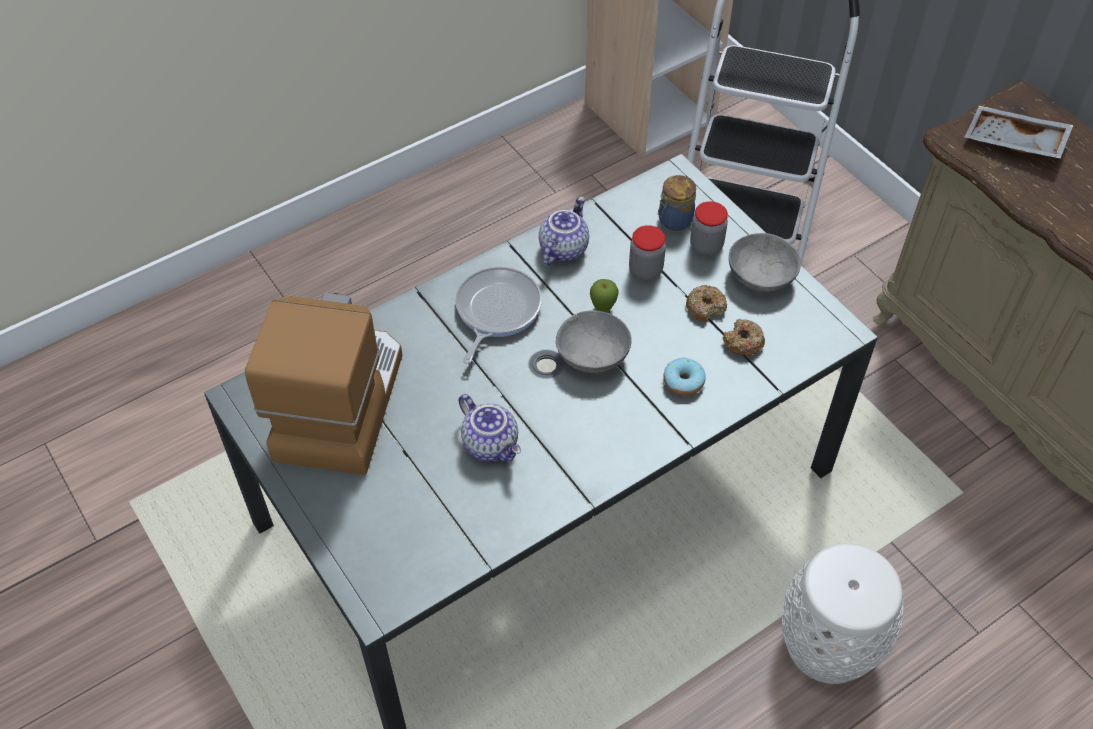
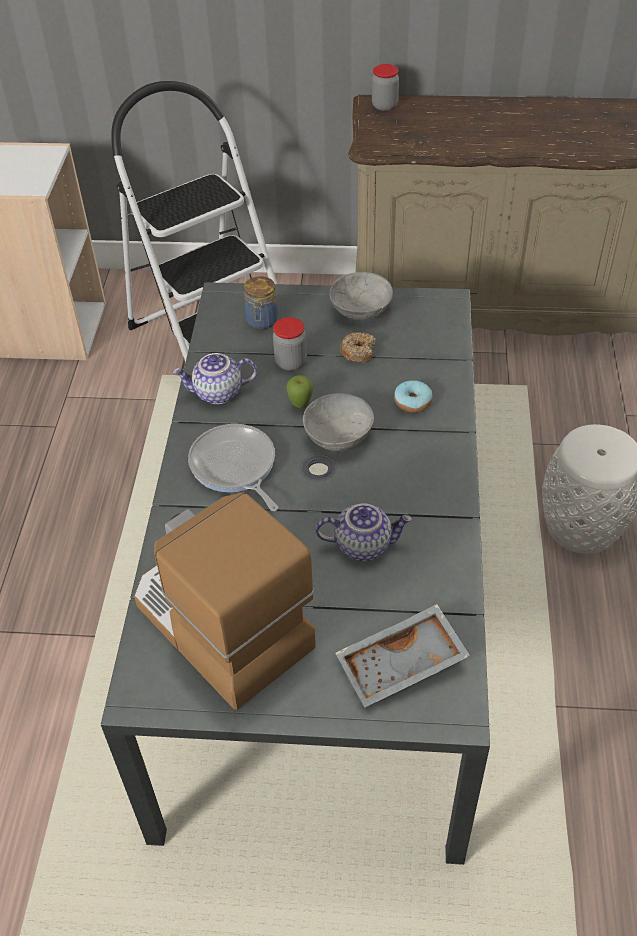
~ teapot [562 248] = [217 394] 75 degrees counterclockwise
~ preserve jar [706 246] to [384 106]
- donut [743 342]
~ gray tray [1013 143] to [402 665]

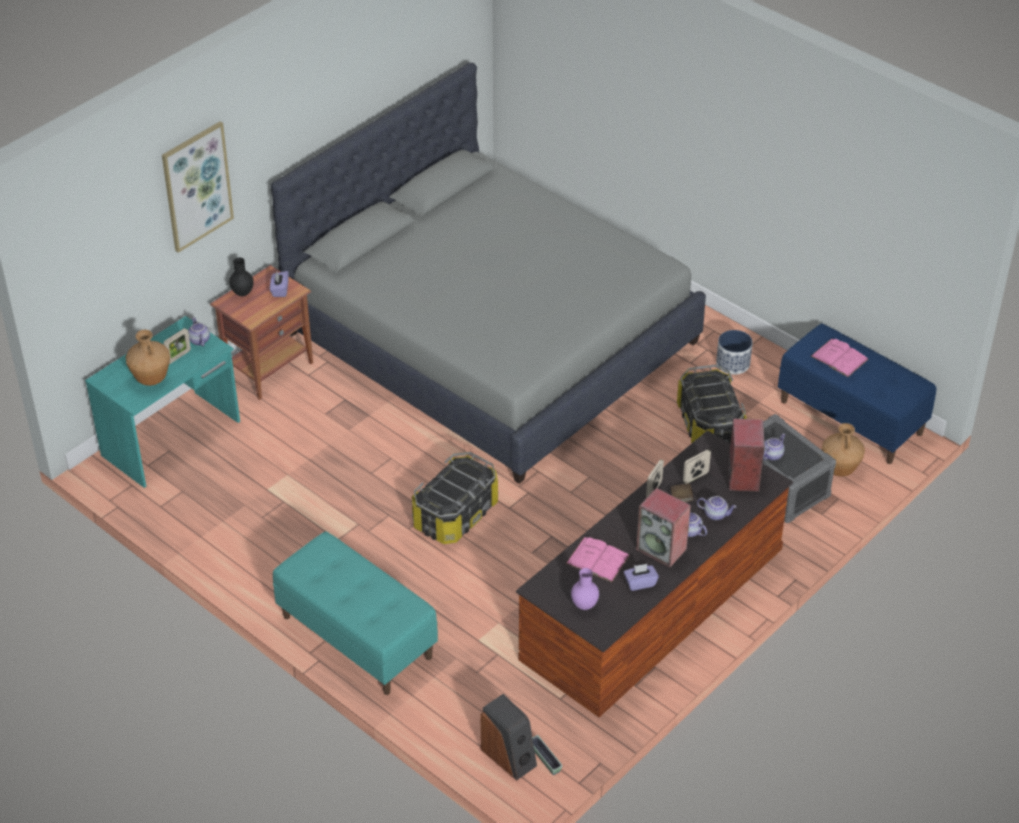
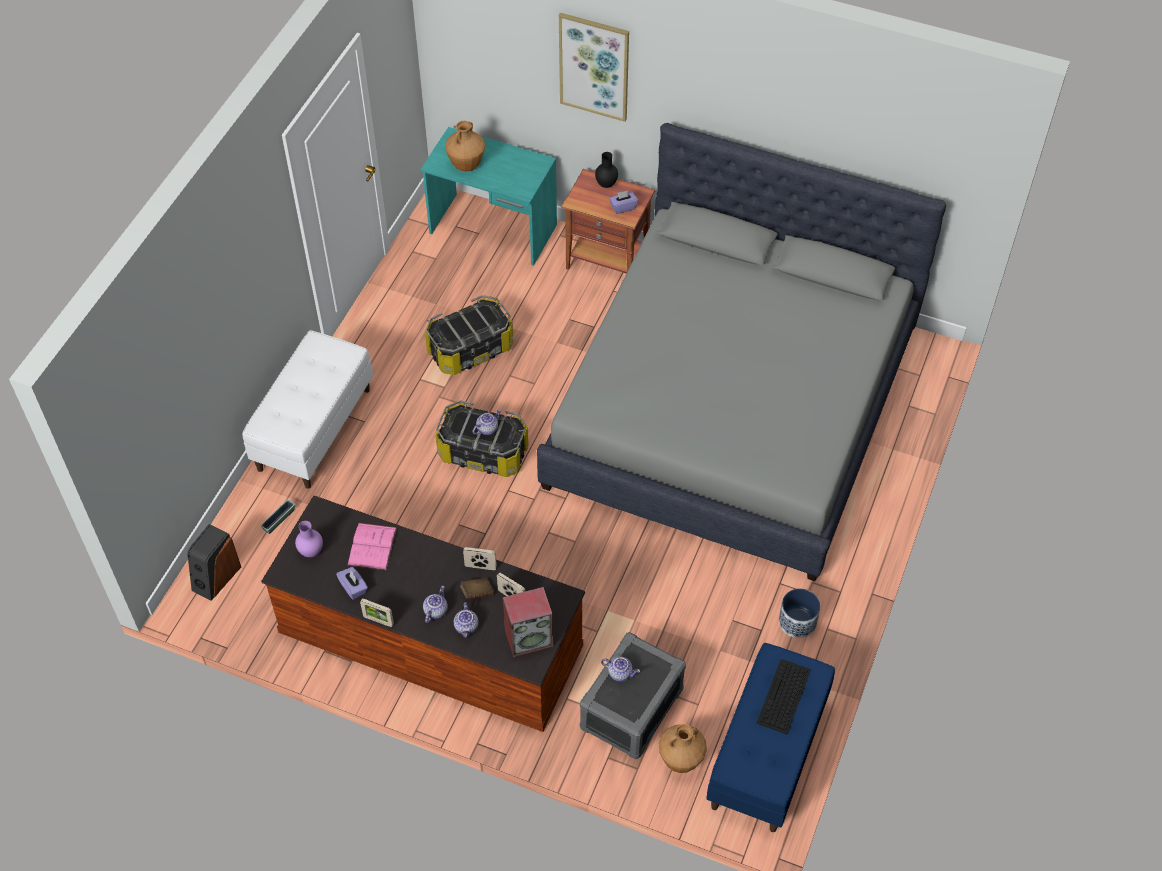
~ standing frame [178 356] to [378 621]
~ teapot [199 340] to [487 428]
~ turquoise-coloured bench [356 637] to whitish bench [314 428]
~ planter [545 759] to [279 520]
- loudspeaker [662 549]
~ storage container [710 425] to [470 350]
~ pink-coloured volume [839 358] to computer keyboard [784 697]

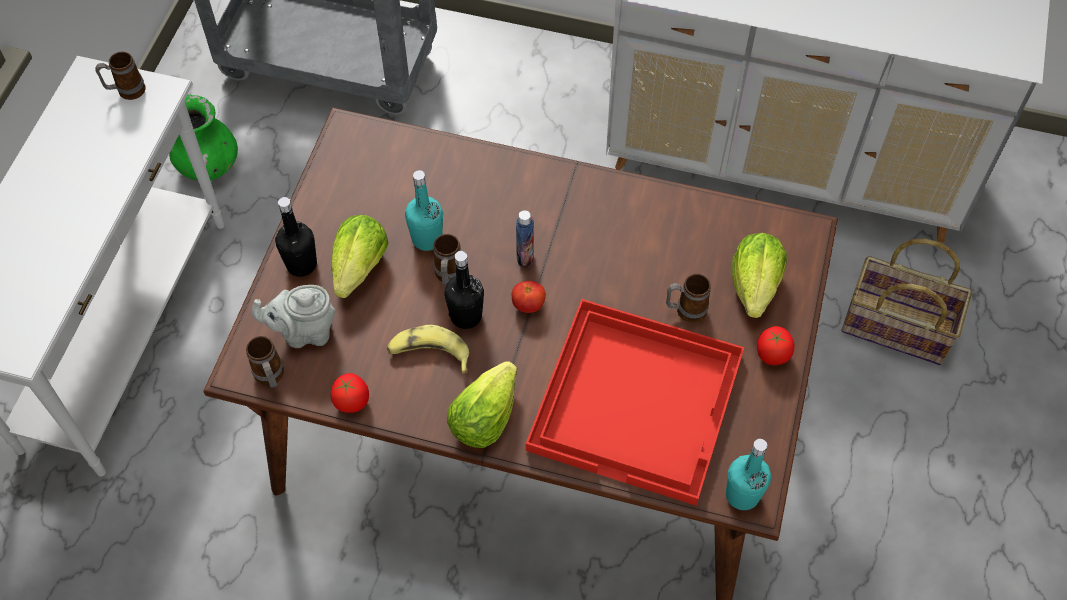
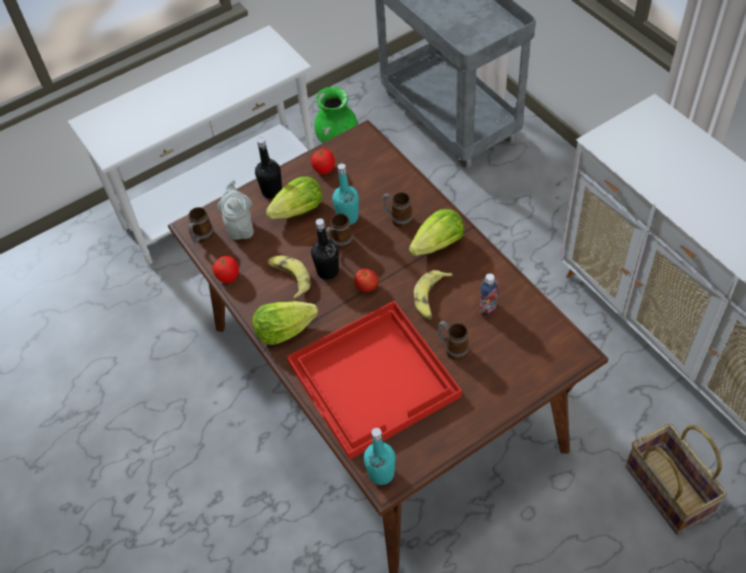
~ tea mug [126 91] to [398 219]
~ gray teapot [304 332] = [240 226] 45 degrees clockwise
~ bottle [525 256] to [487 309]
~ lettuce head [755 285] to [438 245]
~ tomato [772 354] to [324 169]
+ banana [431 298]

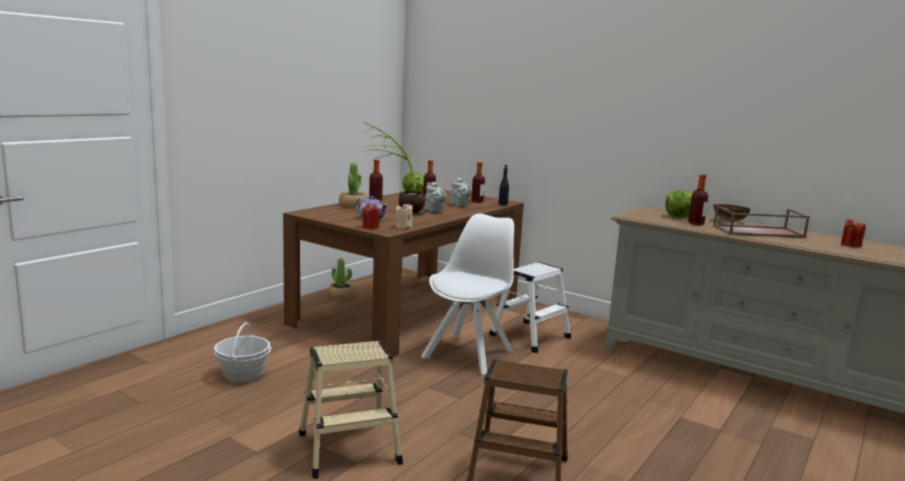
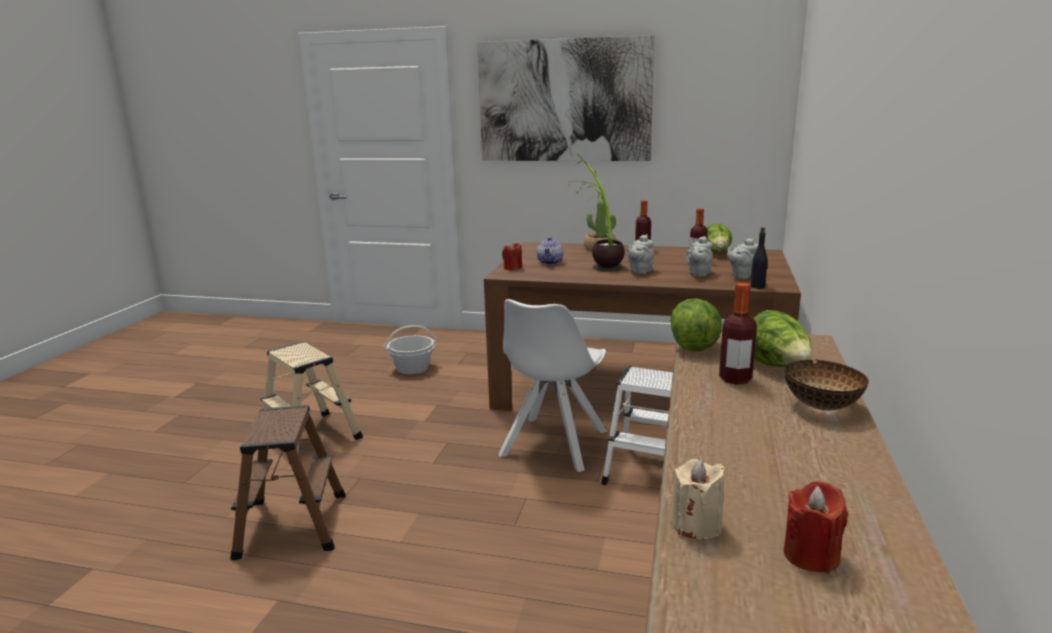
- plant in a pot [341 295]
~ beige-coloured wax light [404 227] to [696 525]
~ whitish plain chair [469 353] = [552 444] 105 degrees clockwise
~ bottle [477 201] to gray teapot [742 276]
- brown-coloured tray [758 231]
+ wall picture [564 101]
+ lettuce head [693 345]

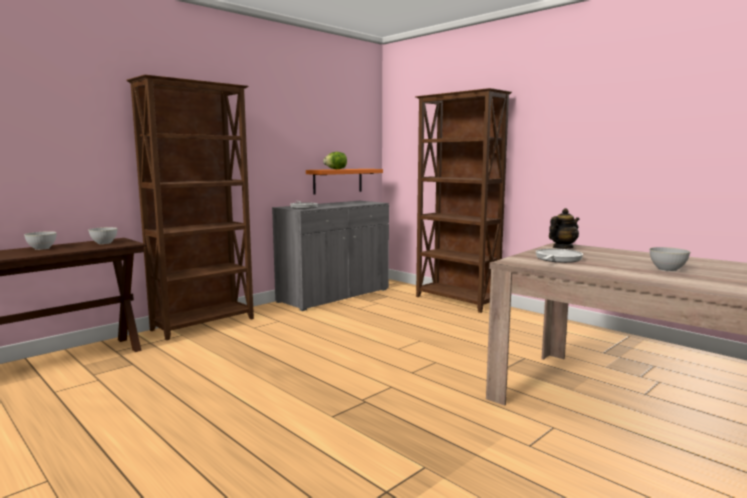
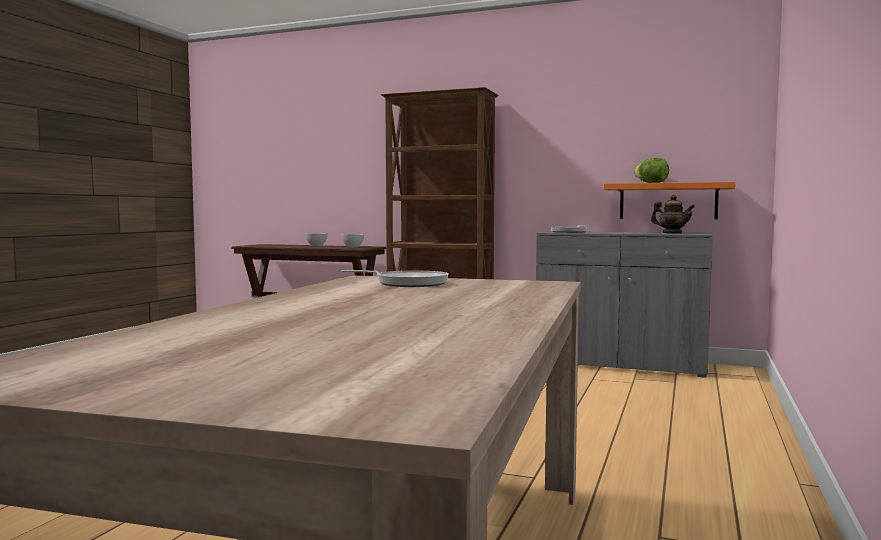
- brown-coloured shelving unit [456 301]
~ teapot [562 248] to [672 233]
- gray serving bowl [667 269]

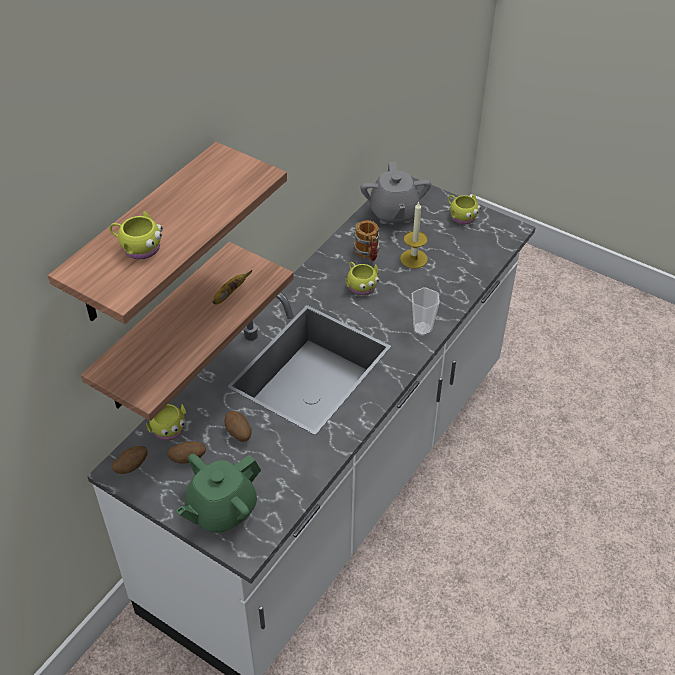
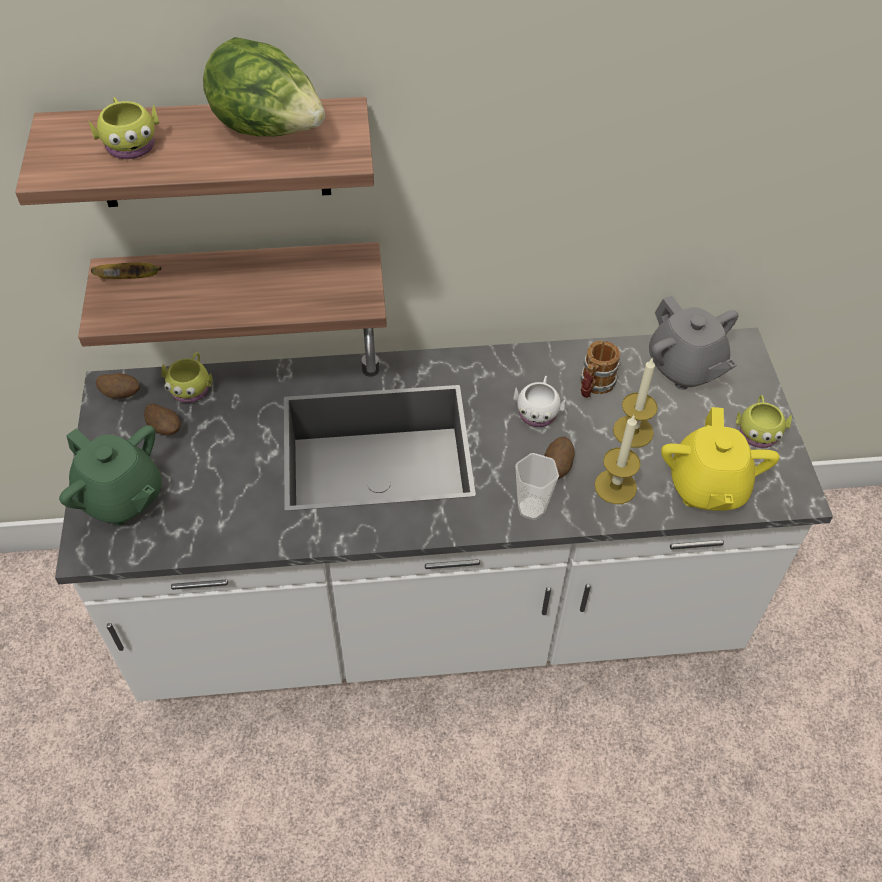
~ greenish teapot [221 510] = [122 497] 150 degrees counterclockwise
~ banana [229 295] to [131 279]
~ potato [238 433] to [557 467]
~ yellowish tea mug [360 285] to whitish tea mug [538 410]
~ gray teapot [394 213] = [684 368] 75 degrees counterclockwise
+ lettuce head [269 130]
+ wax light [615 486]
+ yellowish teapot [707 487]

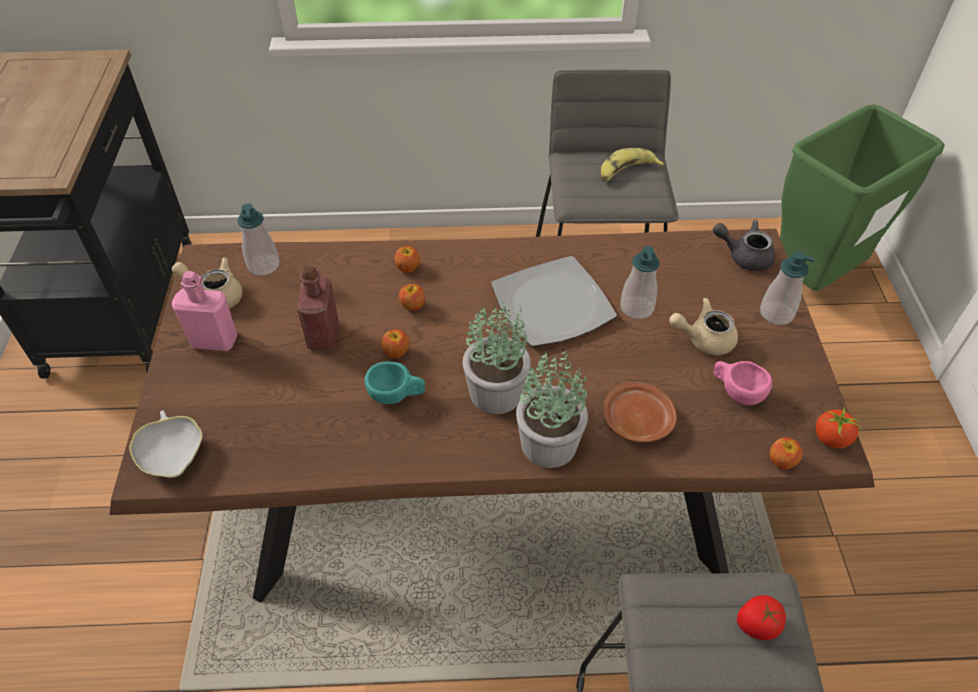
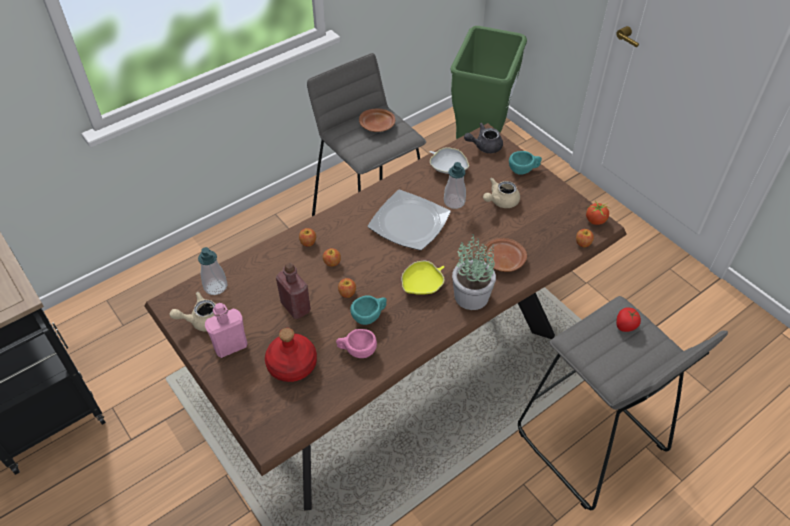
~ whitish serving bowl [172 455] to [448 168]
~ plant in a pot [497 393] to yellowish serving bowl [422 285]
~ banana [626 172] to brown-coloured dinner plate [377 126]
~ pink-coloured small cup [736 392] to [356 351]
~ liquid soap bottle [776 313] to turquoise-coloured small cup [524 170]
+ red bottle [292 365]

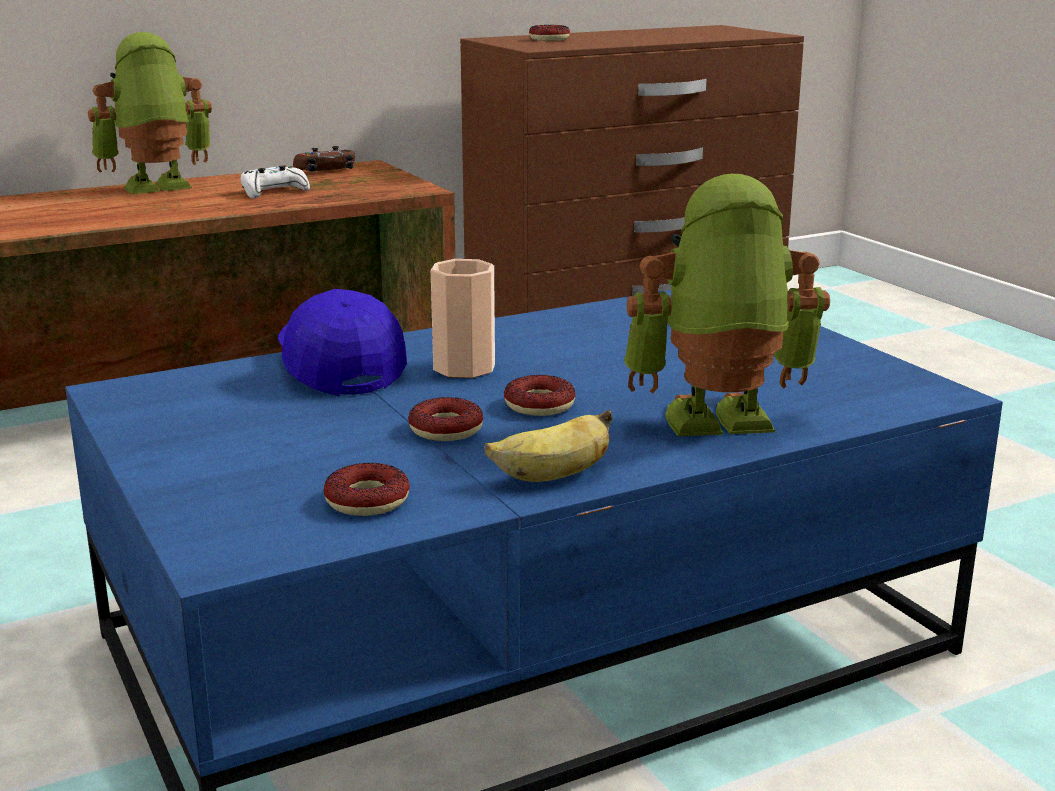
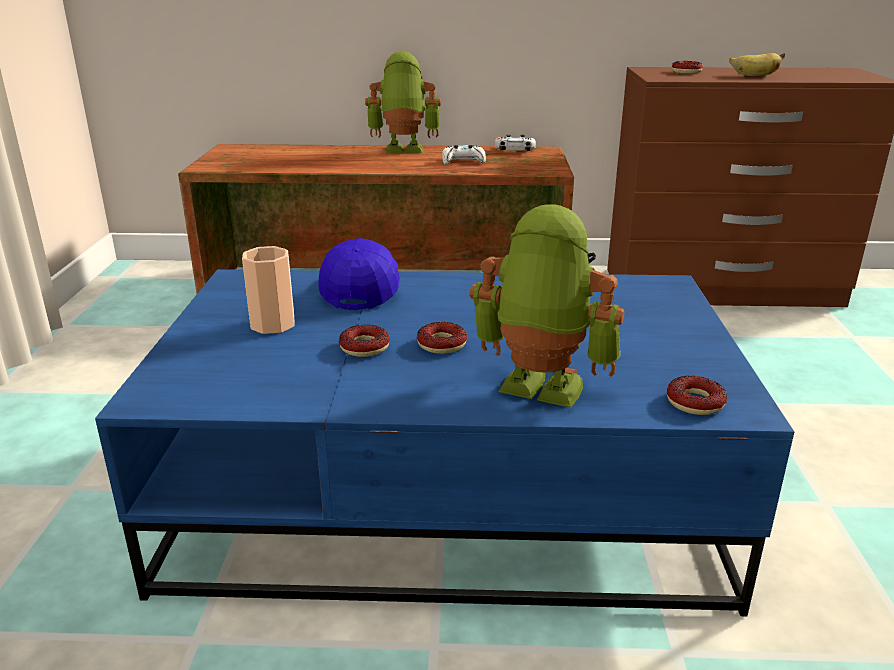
~ brown-coloured joypad [326 170] to whitish joypad [514 150]
~ donut [367 500] to [695 402]
~ small cup [464 368] to [273 324]
~ banana [552 477] to [754 76]

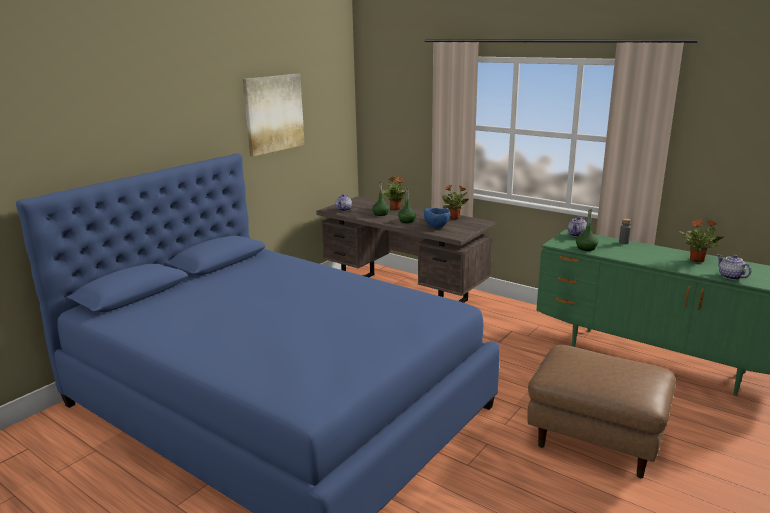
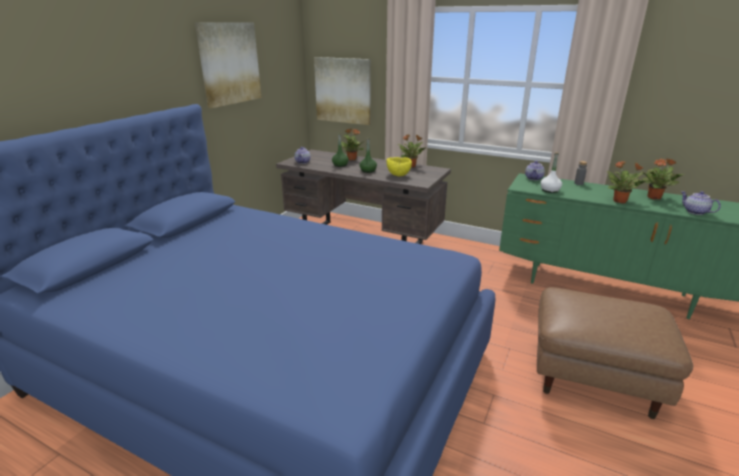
~ blue serving bowl [436 226] to yellowish serving bowl [398 175]
~ greenish bottle [586 248] to whitish bottle [549 190]
+ wall picture [343 90]
+ plant in a pot [620 201]

